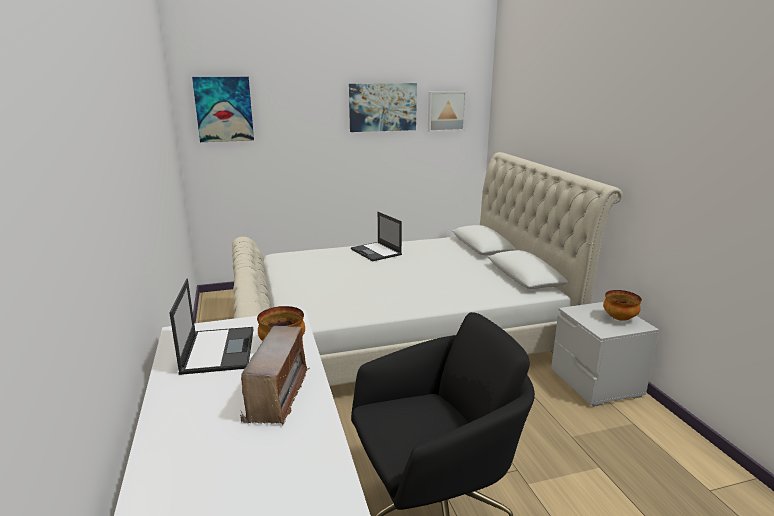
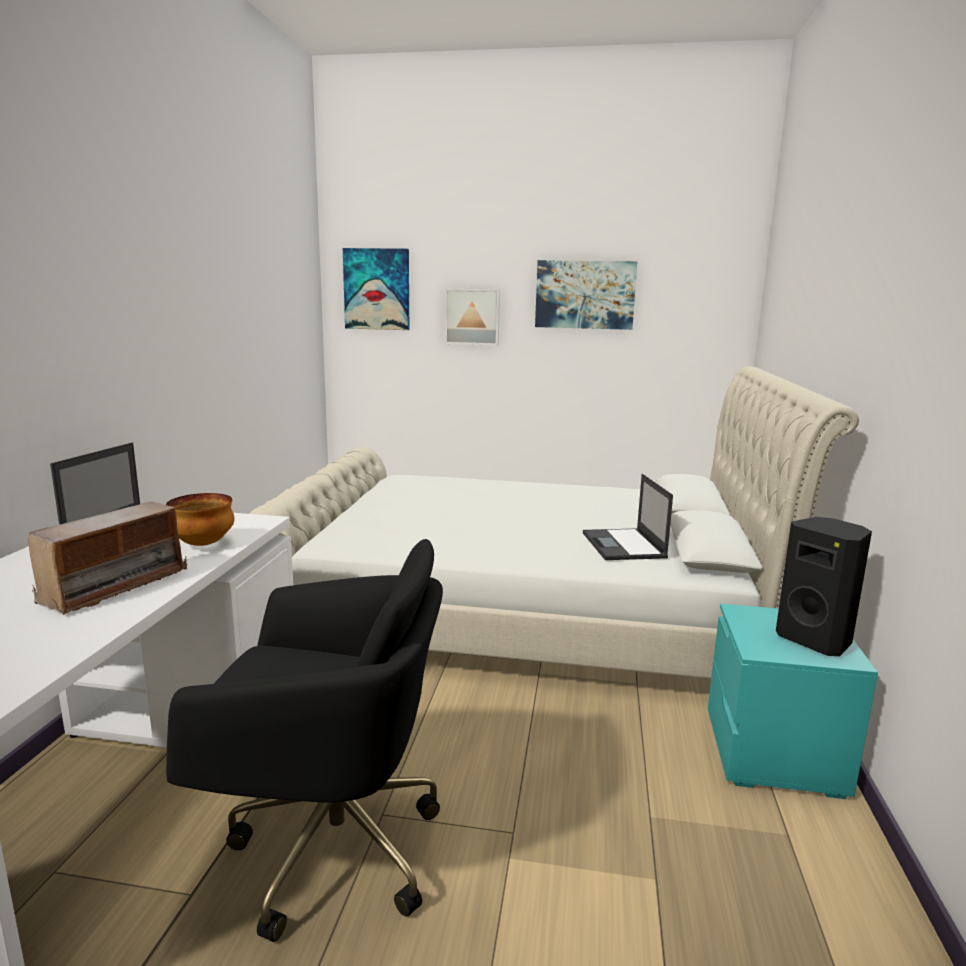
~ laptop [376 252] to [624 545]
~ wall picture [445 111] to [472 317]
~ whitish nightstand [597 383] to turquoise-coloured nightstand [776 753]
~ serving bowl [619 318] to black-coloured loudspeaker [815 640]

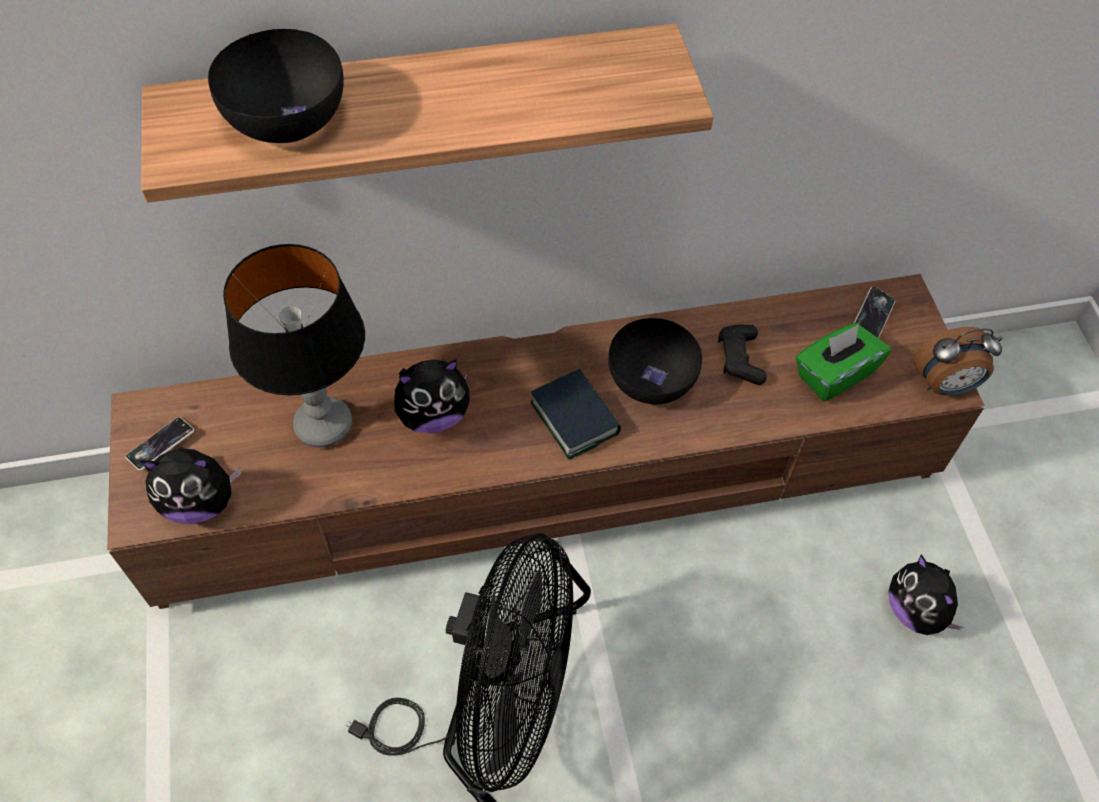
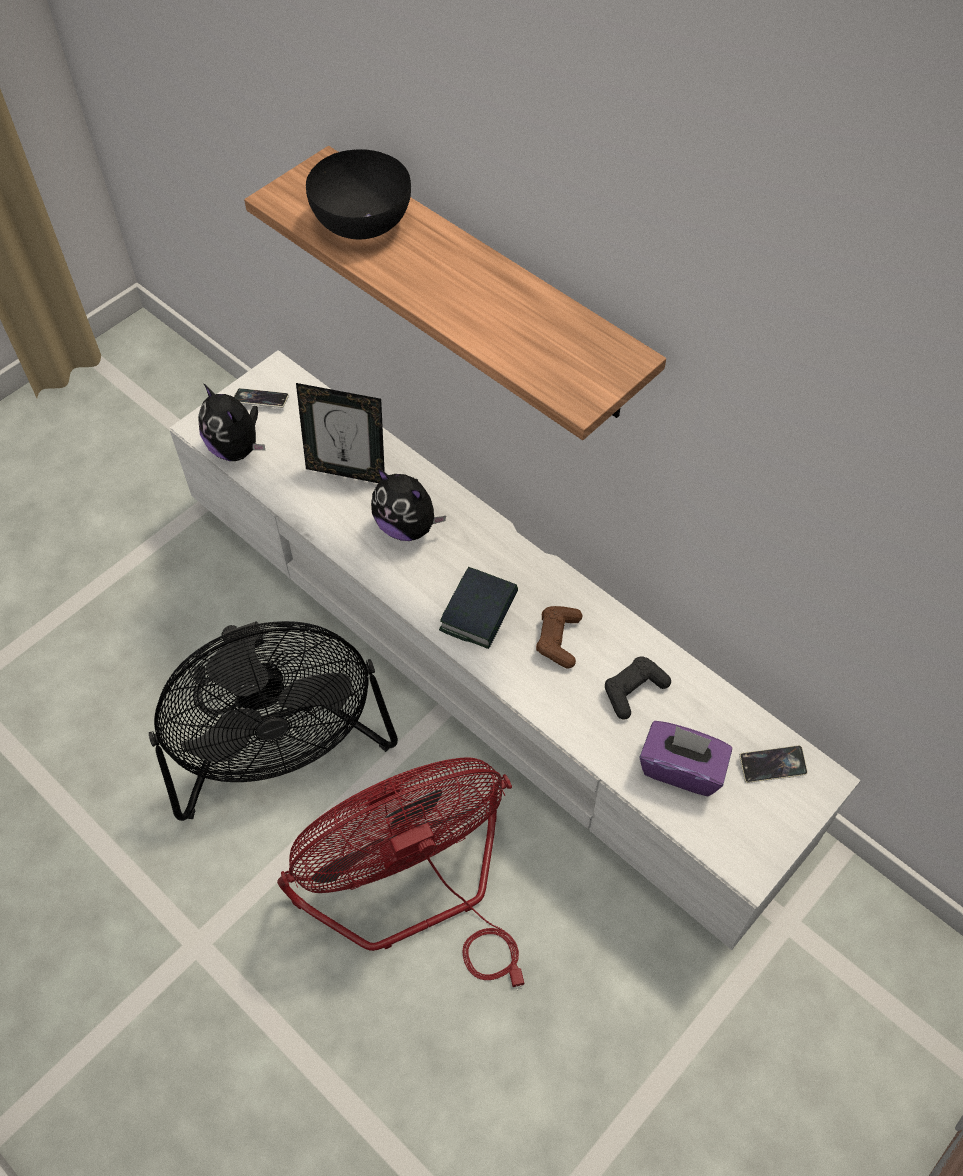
~ brown-coloured tv stand [547 479] to whitish tv stand [482 661]
~ tabletop lamp [323 424] to standing frame [347 471]
~ black-coloured serving bowl [650 379] to brown-coloured joypad [558 640]
~ greenish box of tissues [834 374] to purple-coloured box of tissues [681 768]
- plush toy [915 611]
- alarm clock [945 385]
+ red cooling fan [422 894]

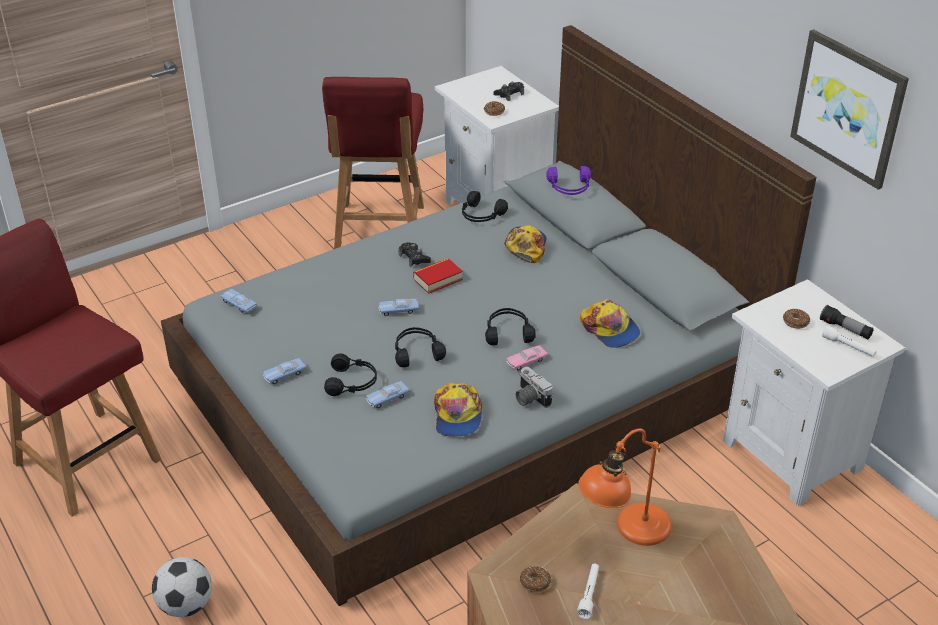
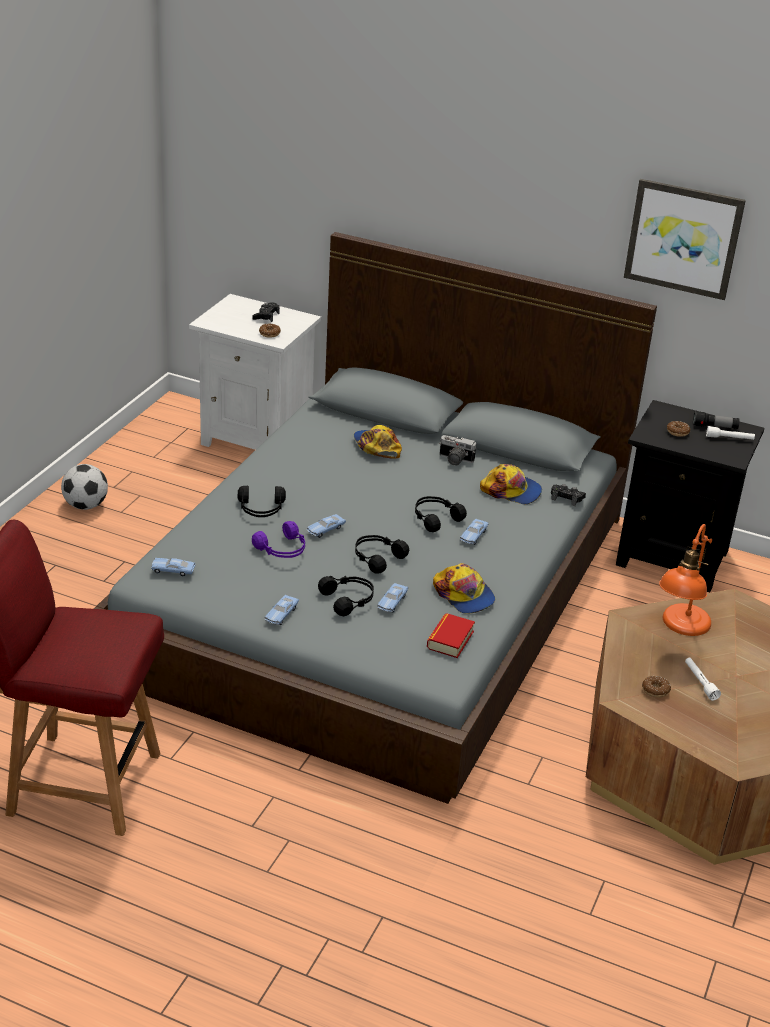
~ football ball [186 605] to [85 505]
- red plain chair [379 230]
~ black-coloured joypad [414 258] to [567 498]
~ volume [438 279] to [450 640]
~ black-coloured pair of headphones [481 215] to [261 509]
~ pink-coloured miniature car [526 361] to blue miniature car [473 536]
~ photo camera [529 398] to [454 460]
~ purple-coloured pair of headphones [569 188] to [283 550]
~ whitish nightstand [790 457] to black-coloured nightstand [673 560]

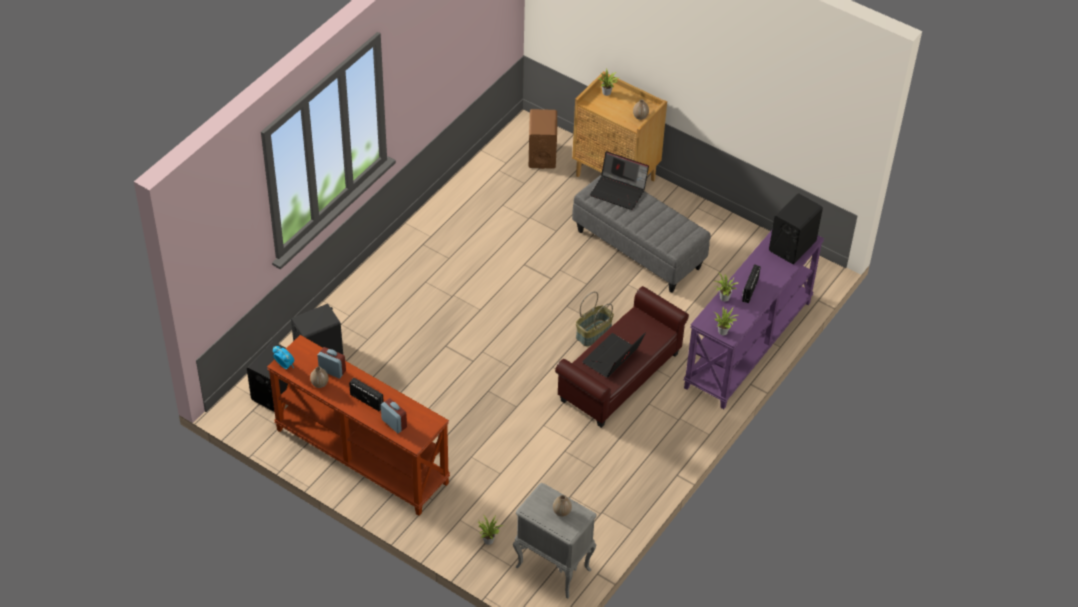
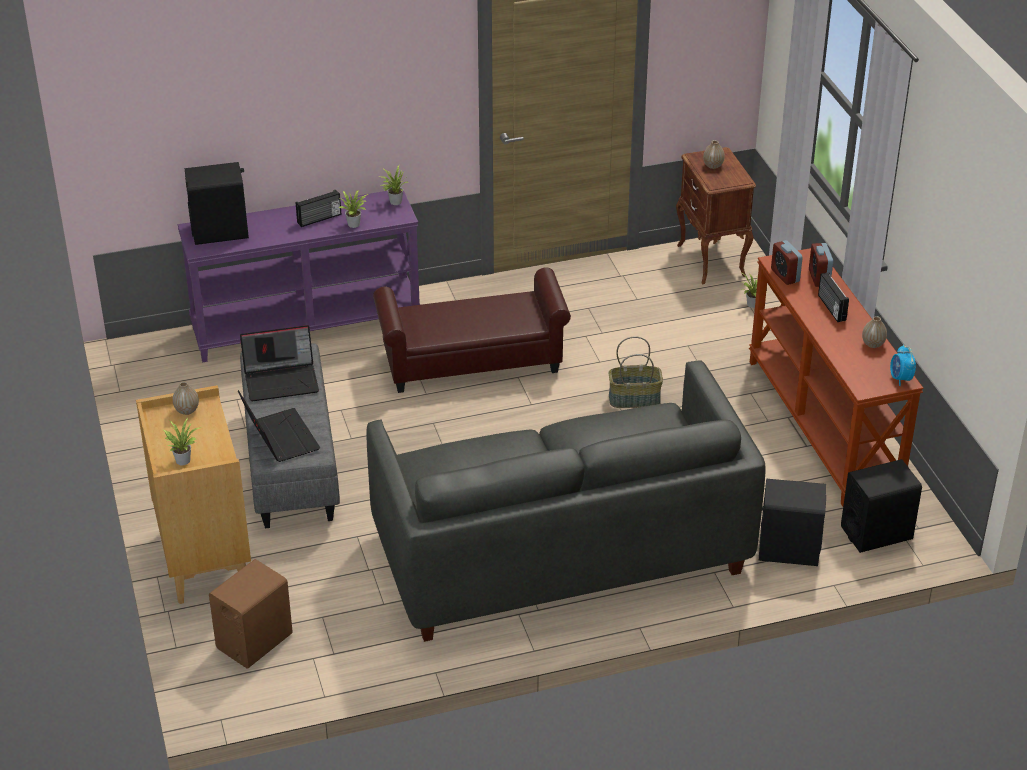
~ alarm clock [332 370] to [785 275]
~ gray nightstand [552 568] to brown-coloured nightstand [711 261]
~ basket [593 334] to [634 398]
~ laptop [612 359] to [282 380]
+ gray couch [559 552]

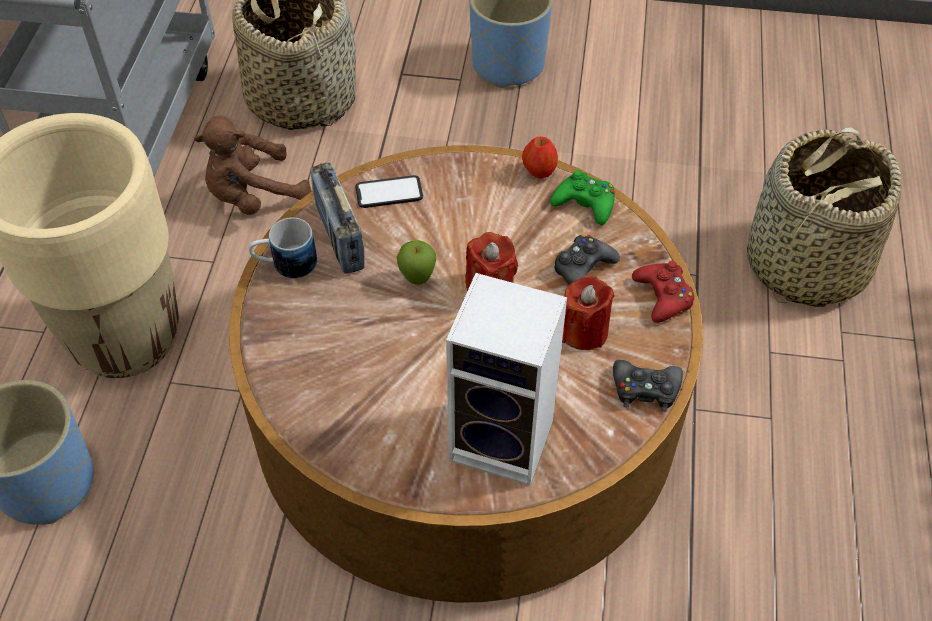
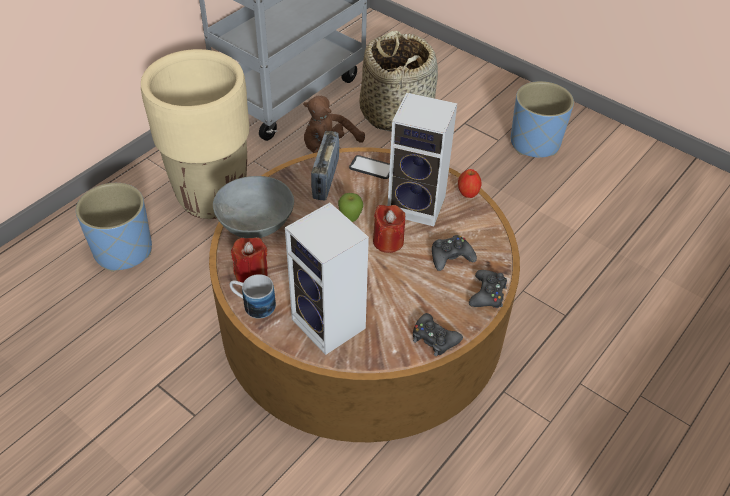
~ tea mug [285 264] to [253 304]
- greenish joypad [585 203]
~ red wax light [583 331] to [251 274]
~ red joypad [663 296] to black-coloured joypad [487 294]
- basket [804 265]
+ gray serving bowl [256 222]
+ loudspeaker [419 205]

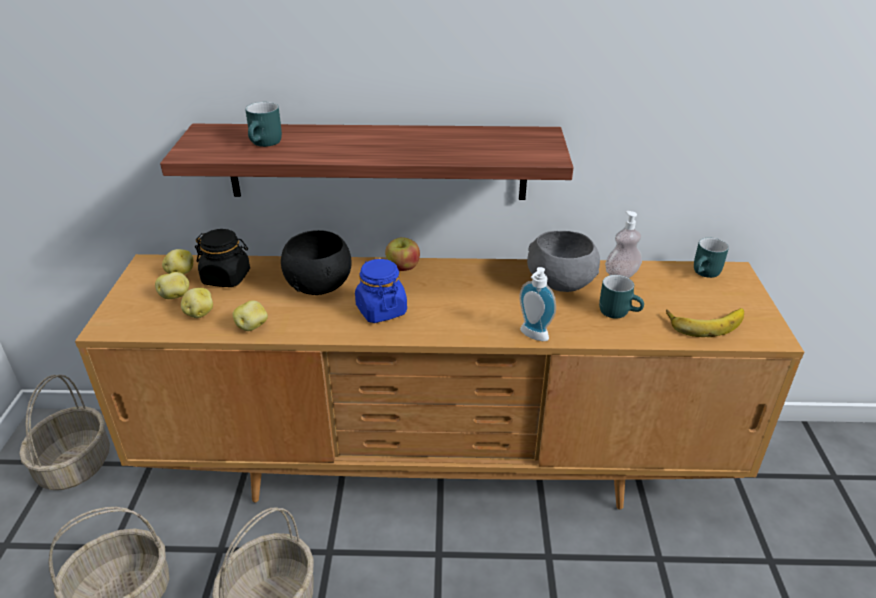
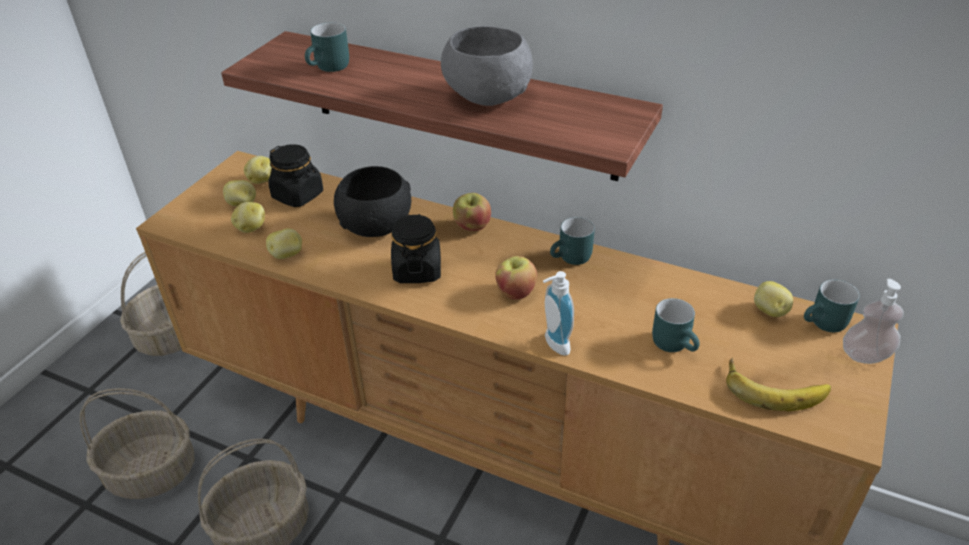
~ blue preserve jar [381 310] to black-coloured preserve jar [417 270]
~ gray serving bowl [559 284] to [486 97]
~ liquid soap bottle [621 274] to [865 355]
+ whole apple [515 292]
+ turquoise-coloured tea mug [572 259]
+ potato [770 311]

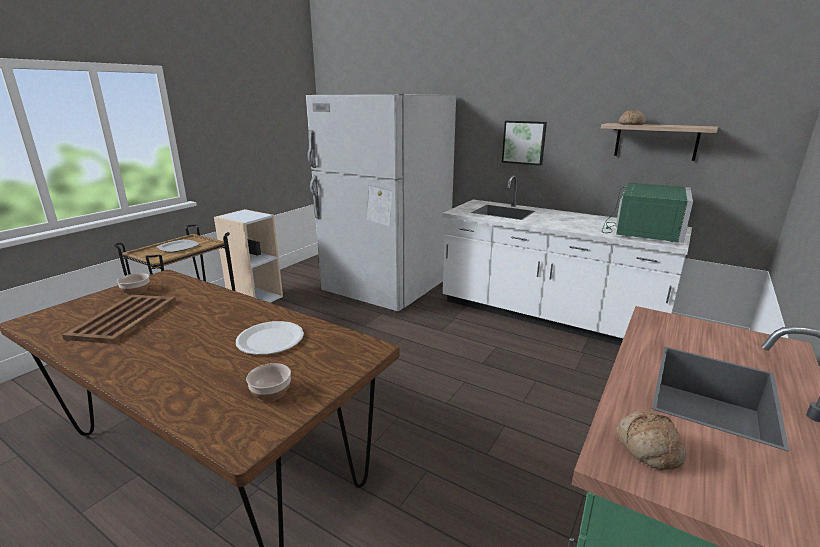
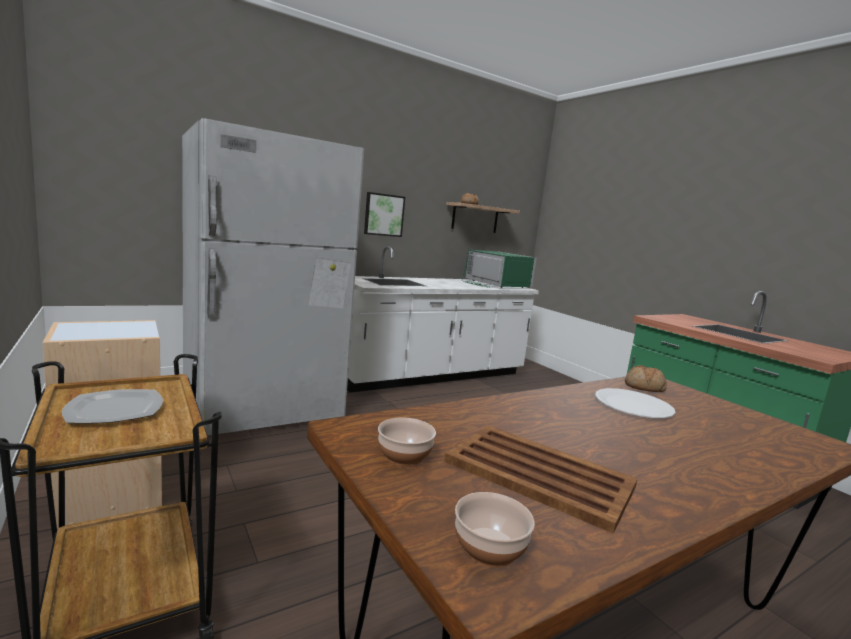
~ serving bowl [271 392] to [490 547]
~ baked bread [647 448] to [644 387]

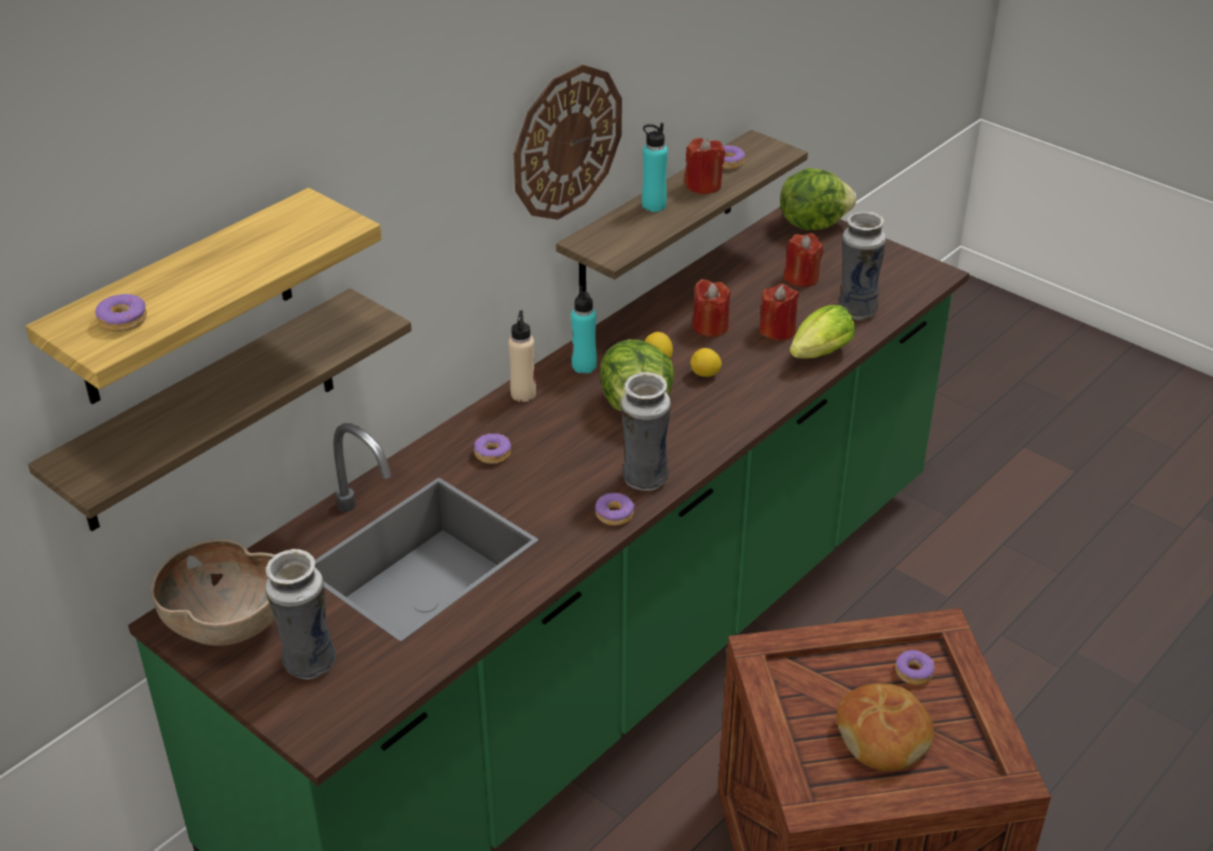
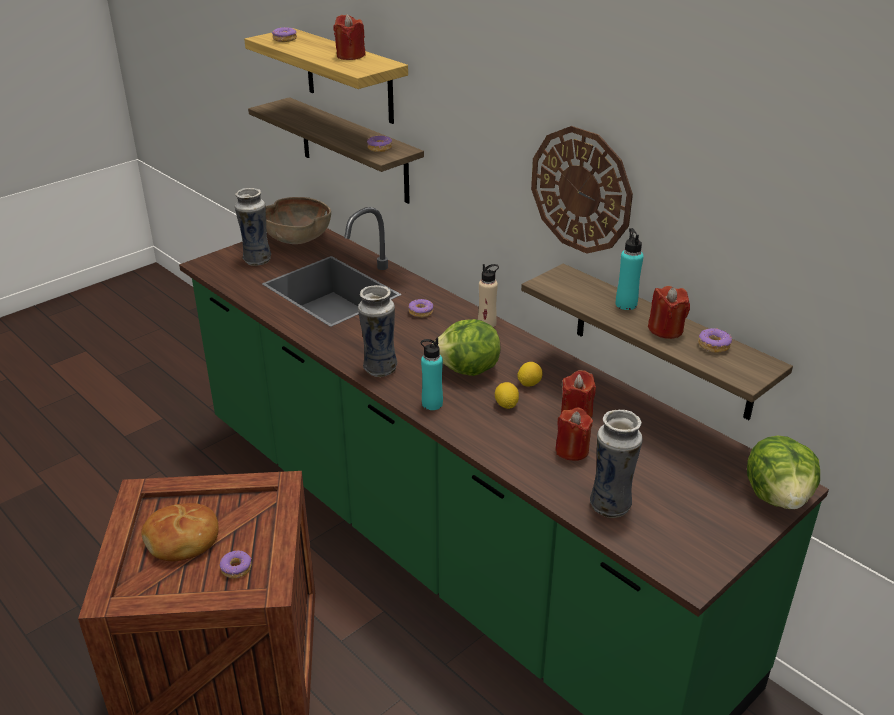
~ turquoise-coloured bottle [584 366] to [432 404]
~ donut [615 515] to [379 148]
~ red wax light [801 278] to [350 56]
- lettuce head [817 355]

